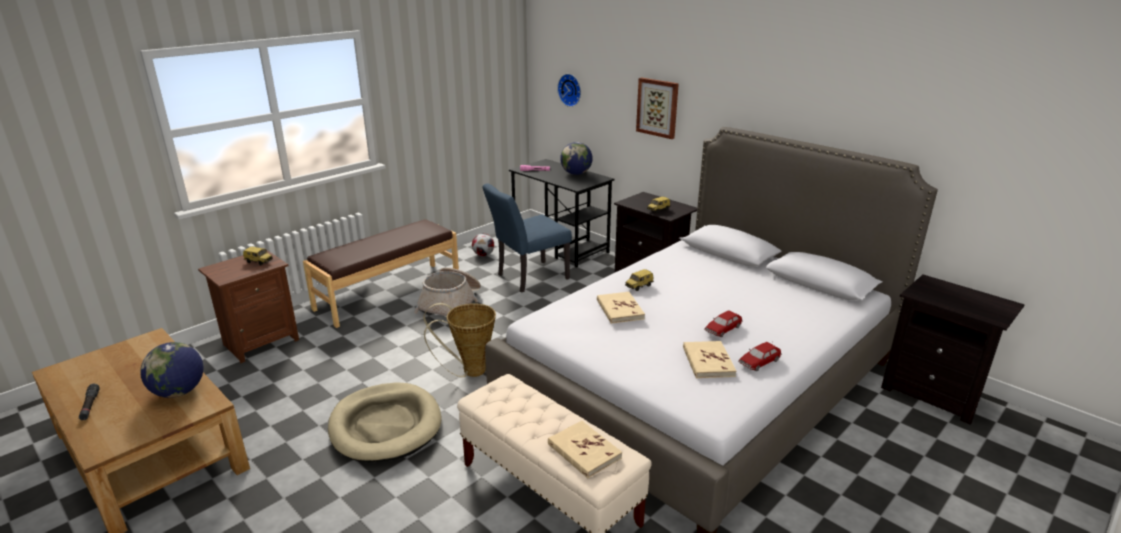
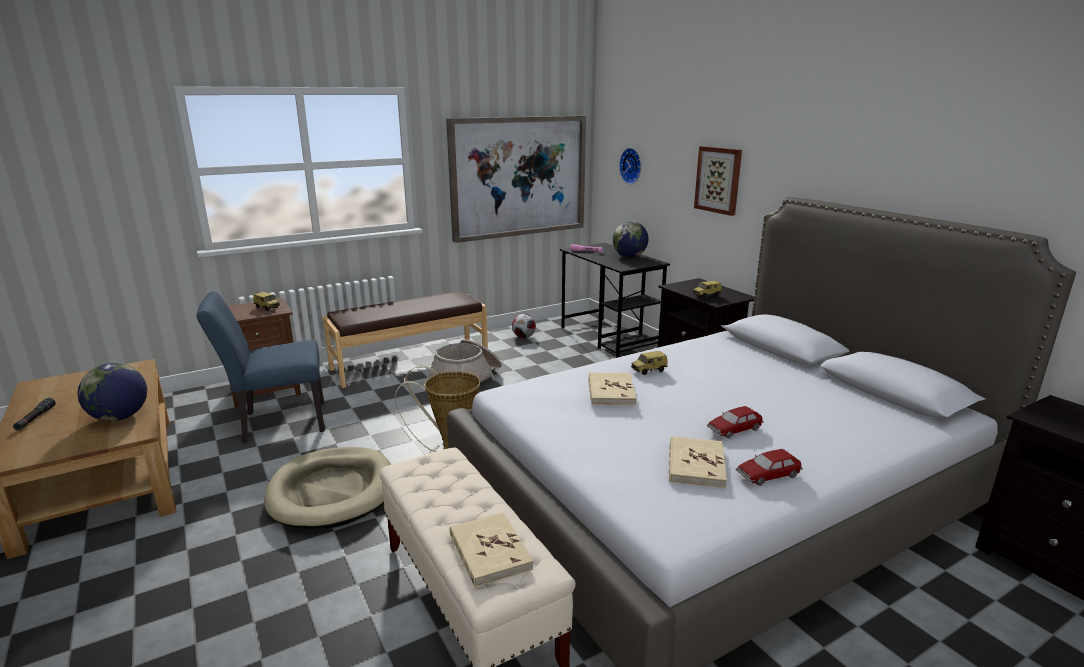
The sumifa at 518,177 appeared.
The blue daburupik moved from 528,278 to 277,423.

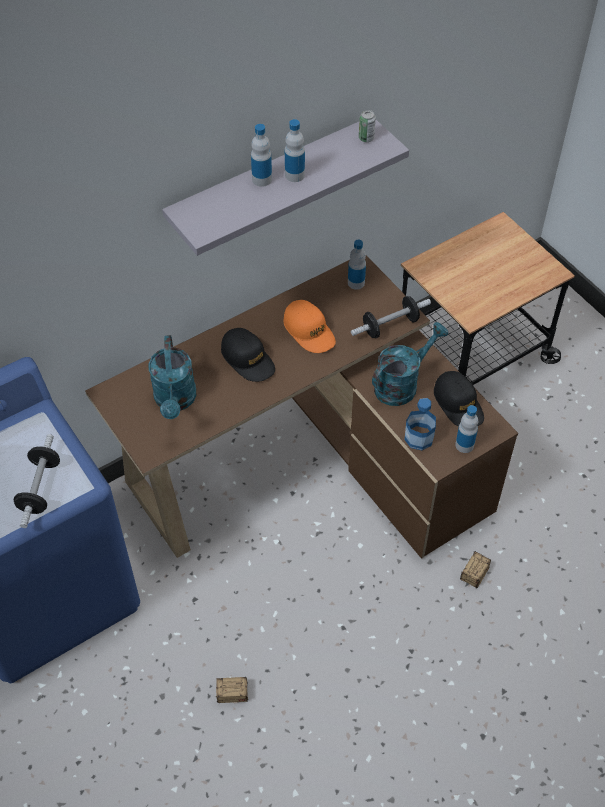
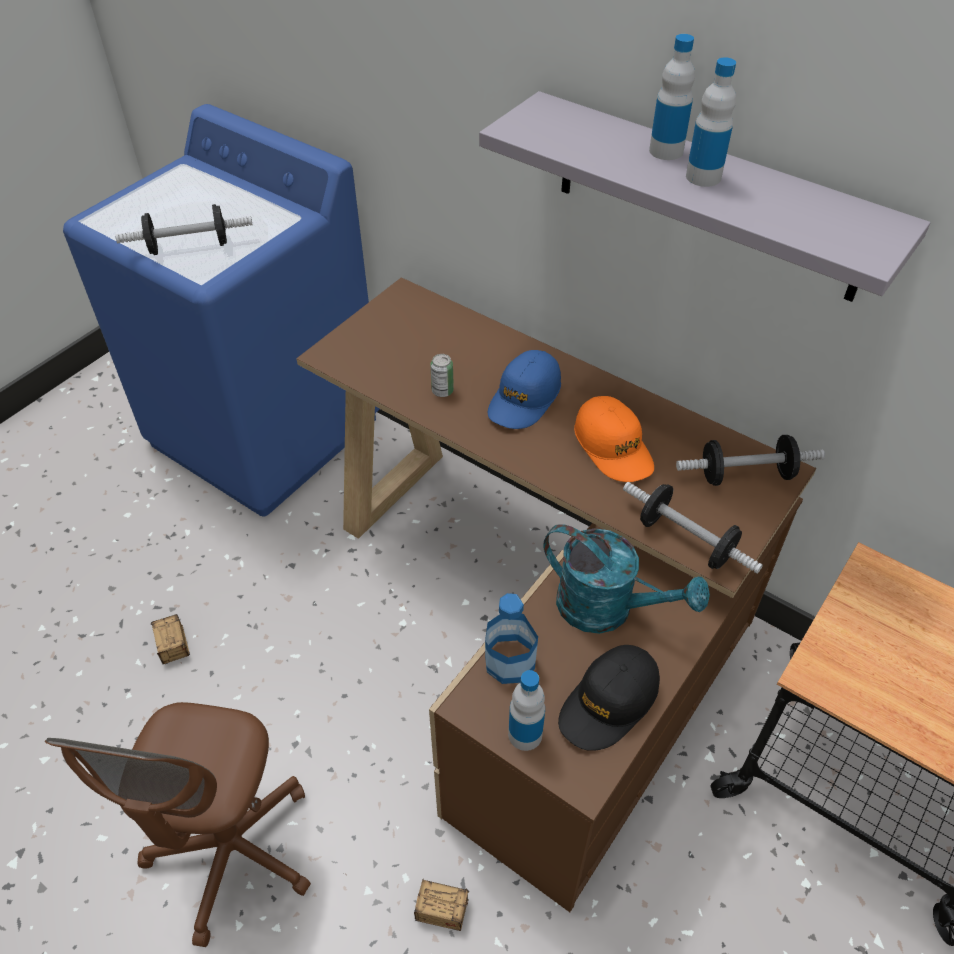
The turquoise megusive at 175,401 disappeared.
The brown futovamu at 232,852 appeared.
The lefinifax moved from 366,138 to 442,391.
The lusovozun at 356,283 was replaced by the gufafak at 745,475.
The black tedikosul at 248,359 became the blue tedikosul at 524,399.
The orange tedikosul at 309,331 turned 60 degrees counterclockwise.

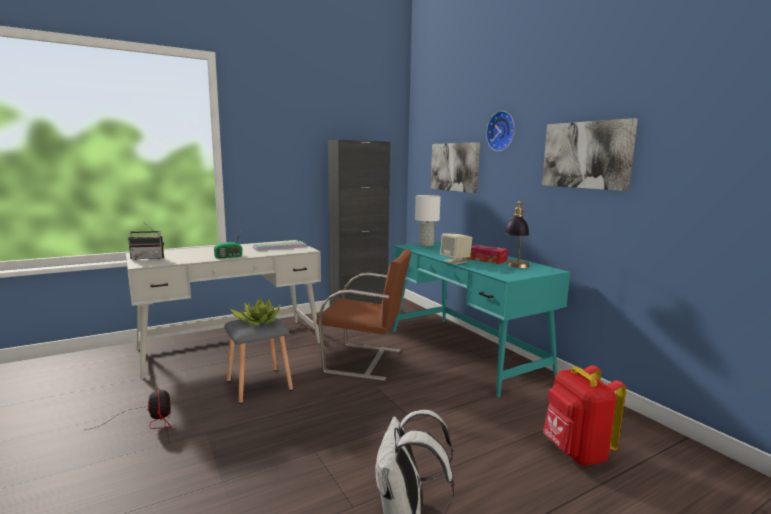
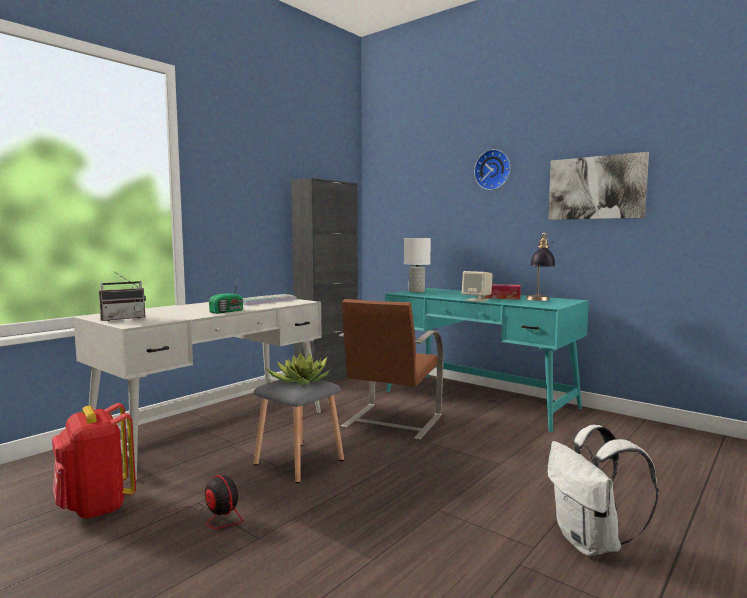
The sumifa at 455,167 disappeared.
The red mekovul moved from 576,453 to 96,507.
The brown daburupik at 365,361 turned 120 degrees clockwise.

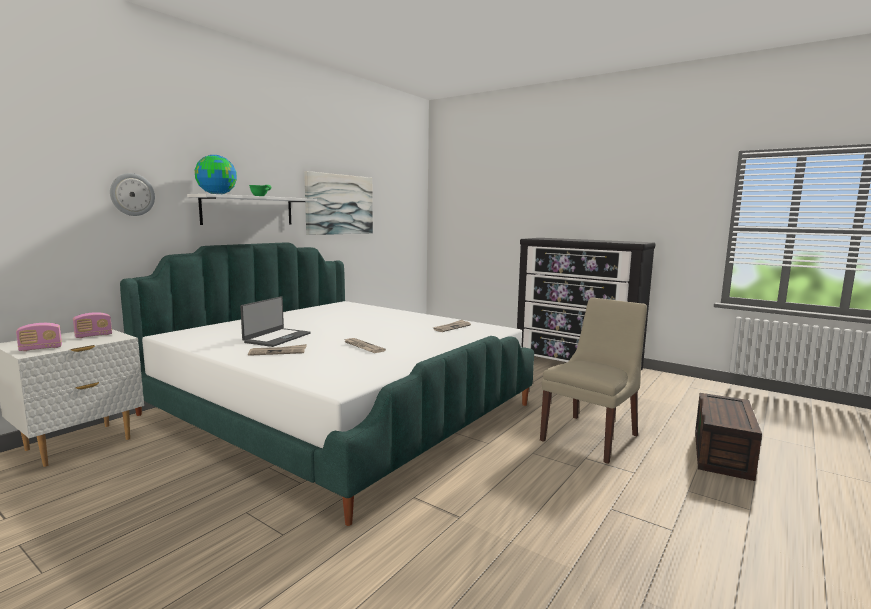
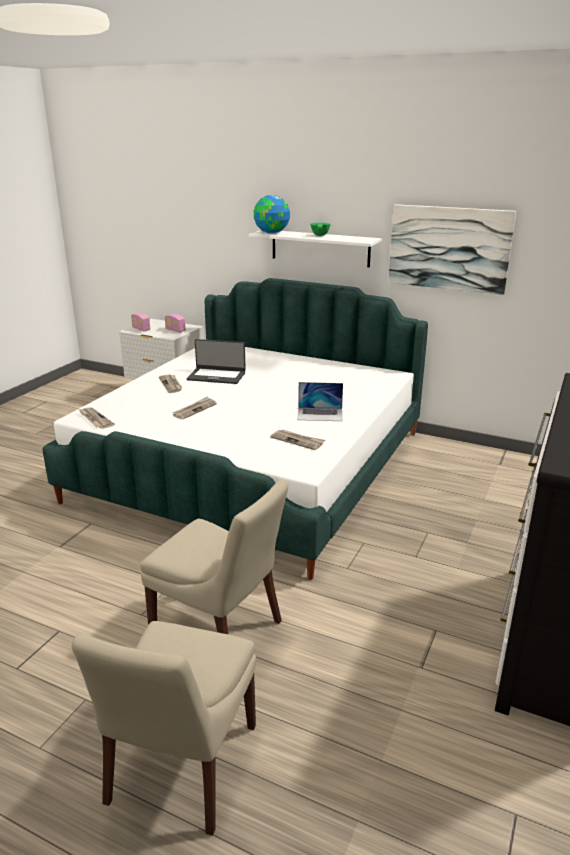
The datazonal at 132,194 disappeared.
The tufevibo at 95,419 appeared.
The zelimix at 320,414 appeared.
The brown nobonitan at 723,455 was replaced by the beige daburupik at 180,768.

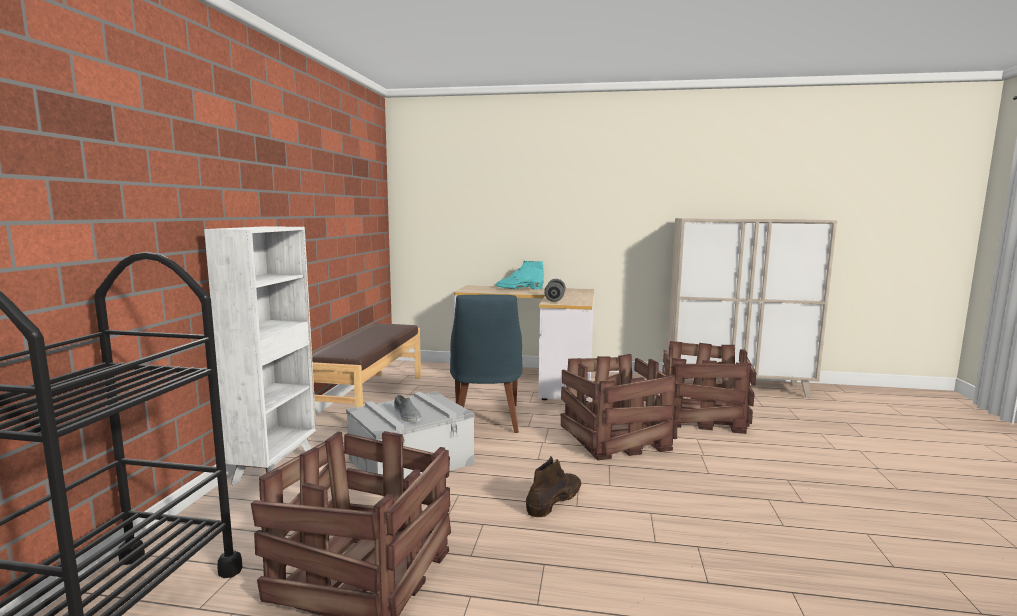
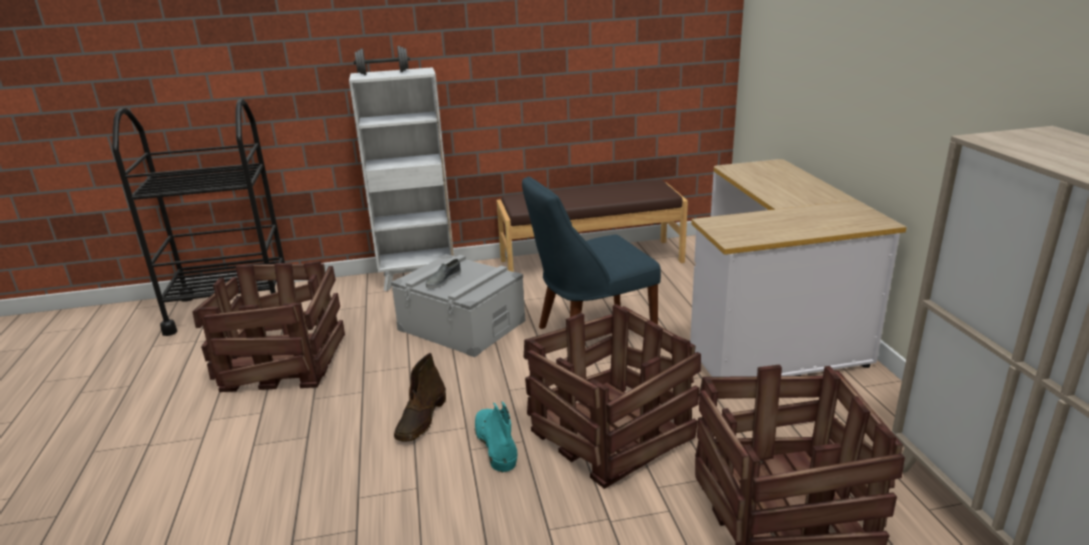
The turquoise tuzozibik moved from 518,288 to 495,443.
The grey gufafak moved from 555,299 to 383,73.
The brown tuzozibik at 554,499 turned 90 degrees clockwise.

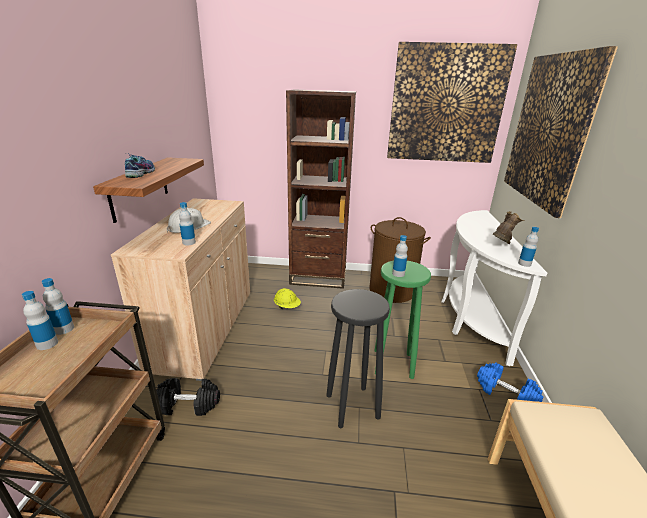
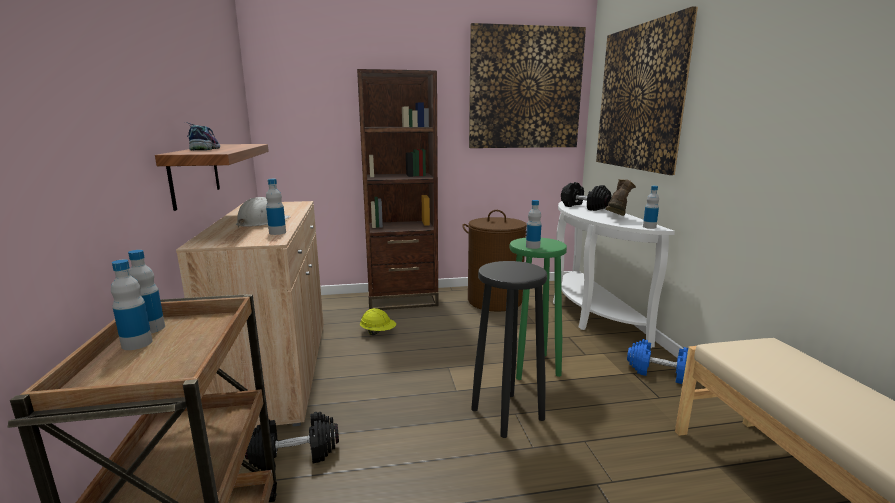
The black gufafak at 584,207 appeared.

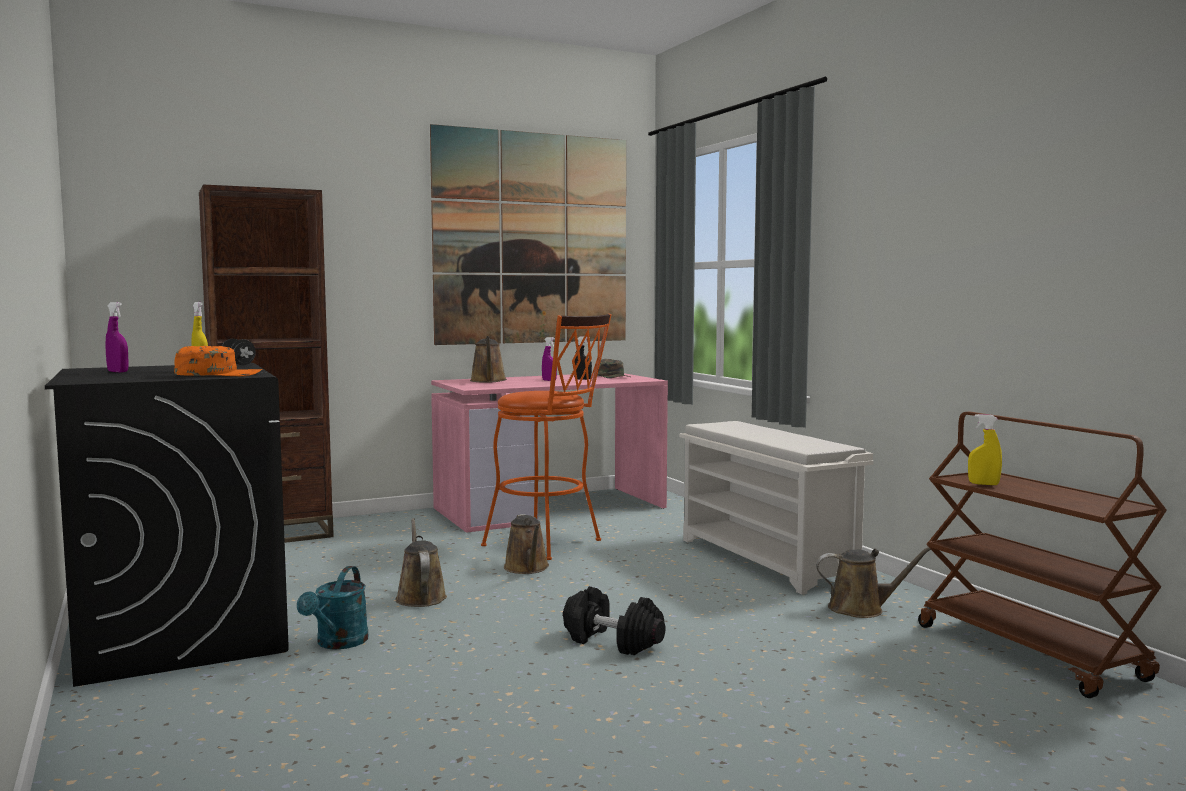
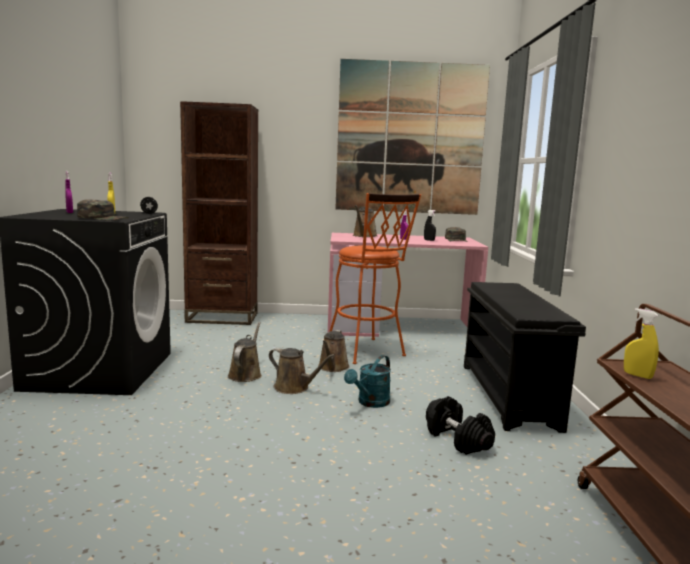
The turquoise megusive moved from 338,643 to 370,403.
The black gufafak moved from 612,641 to 457,439.
The brown megusive moved from 861,609 to 294,388.
The orange tedikosul at 219,374 became the green tedikosul at 103,218.
The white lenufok at 767,560 became the black lenufok at 509,395.

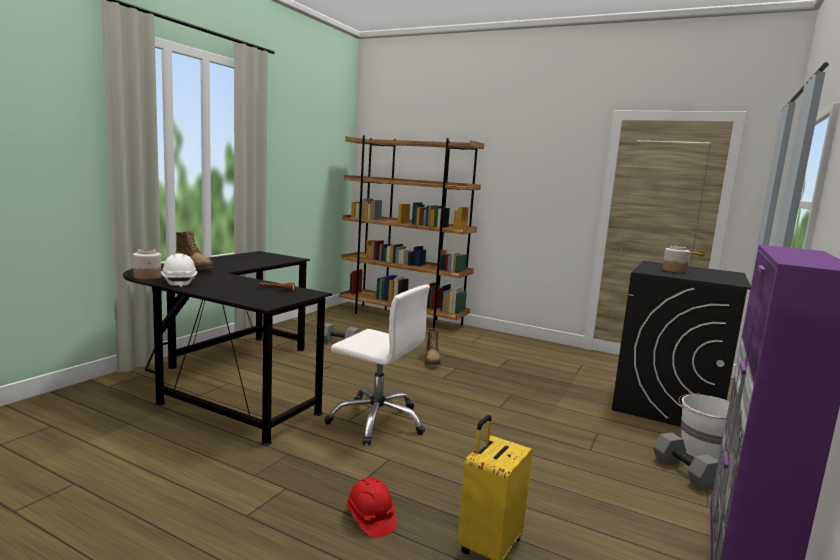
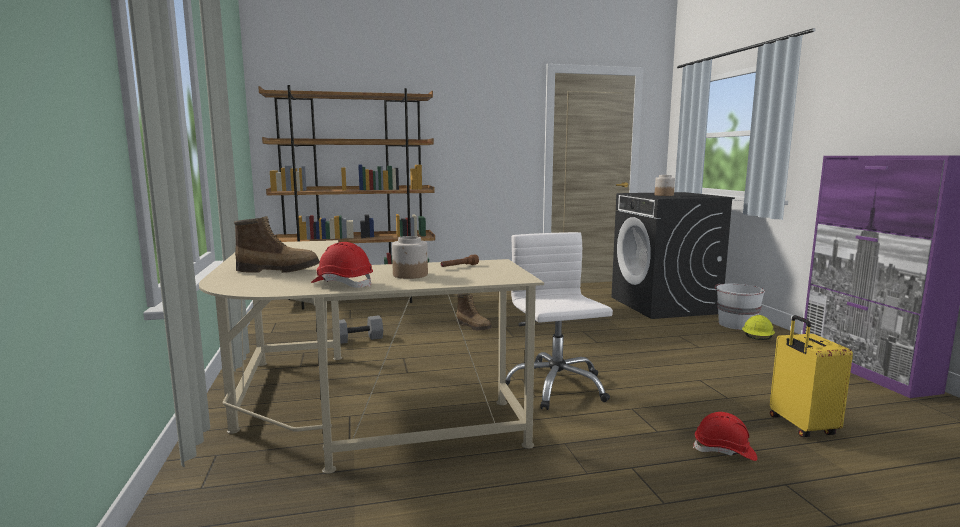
The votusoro moved from 148,277 to 410,275.
The grey gufafak at 685,472 was replaced by the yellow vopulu at 757,339.
The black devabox at 229,381 became the beige devabox at 344,414.
The white vopulu at 180,282 became the red vopulu at 343,284.
The white futovamu at 377,421 turned 90 degrees counterclockwise.

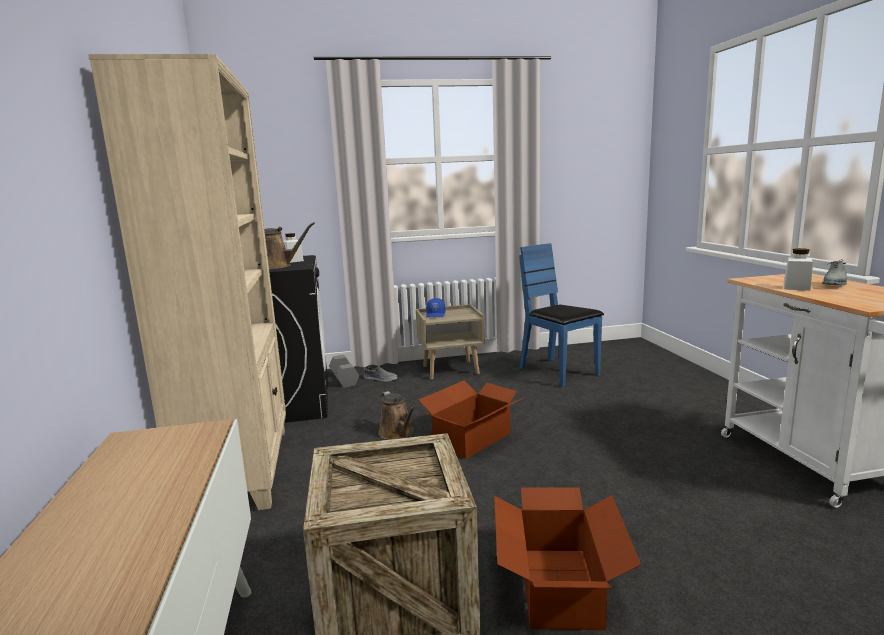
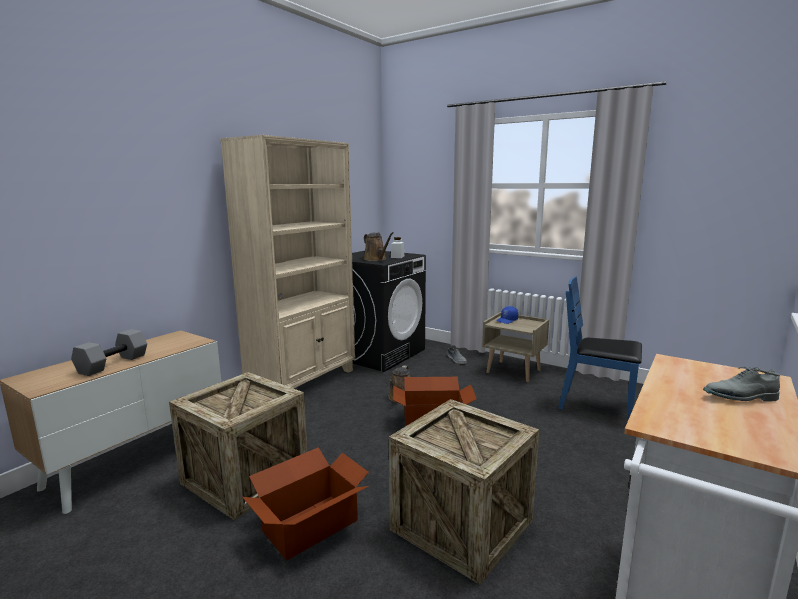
The white votusoro at 796,287 disappeared.
The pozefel at 462,525 appeared.
The grey gufafak moved from 343,380 to 112,363.
The blue daburupik at 558,372 turned 75 degrees counterclockwise.

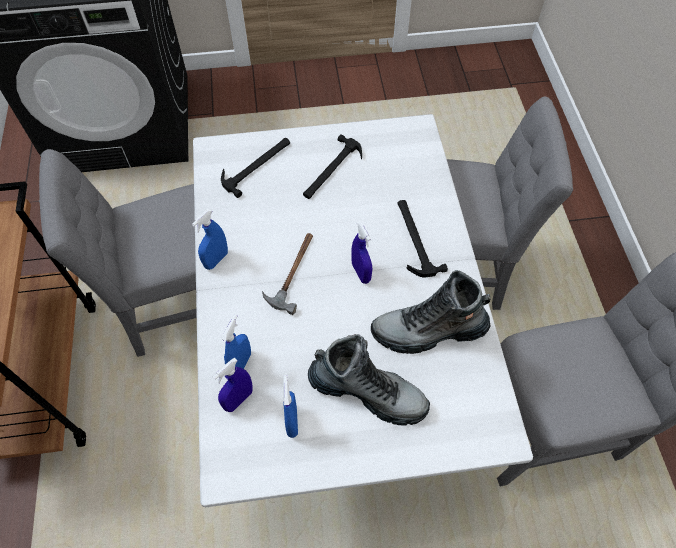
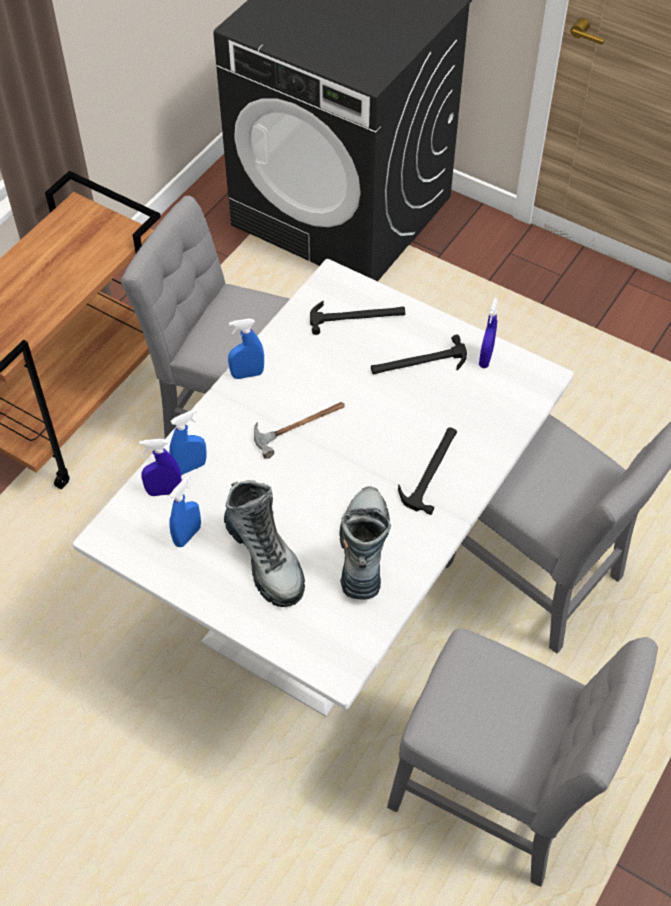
The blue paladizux moved from 361,272 to 486,358.
The tuzozibik at 428,331 turned 60 degrees clockwise.

